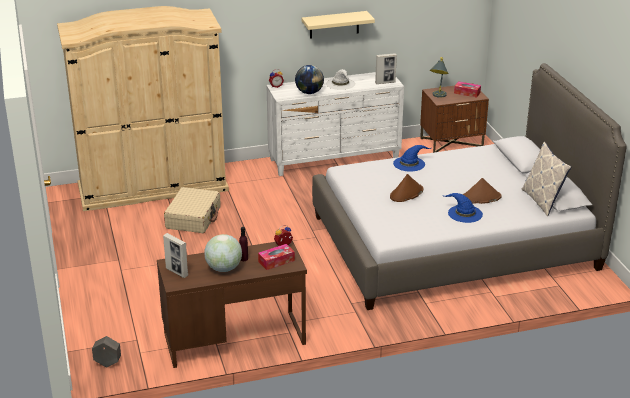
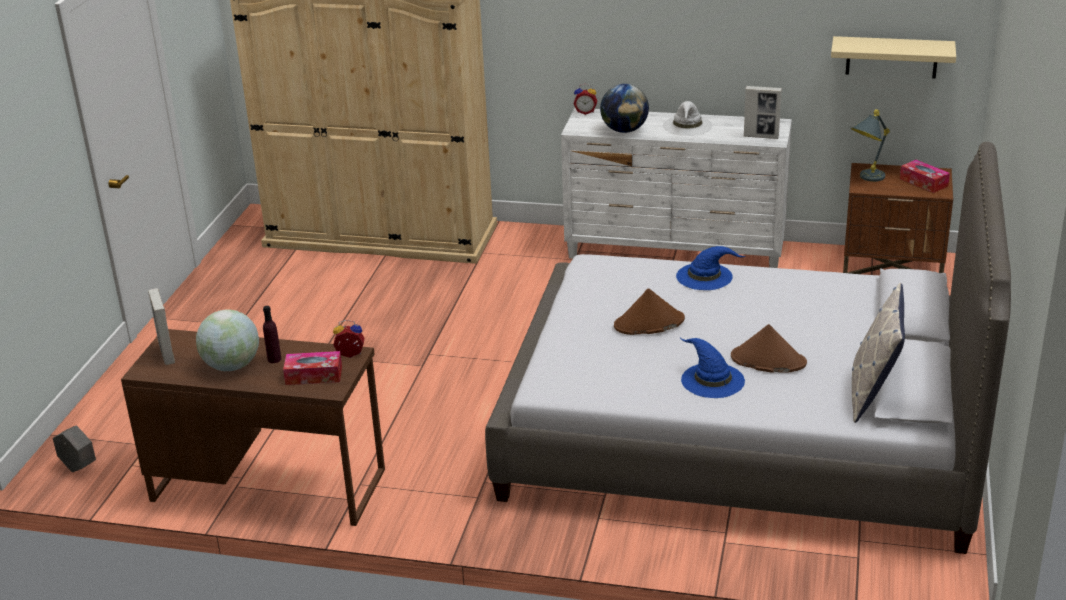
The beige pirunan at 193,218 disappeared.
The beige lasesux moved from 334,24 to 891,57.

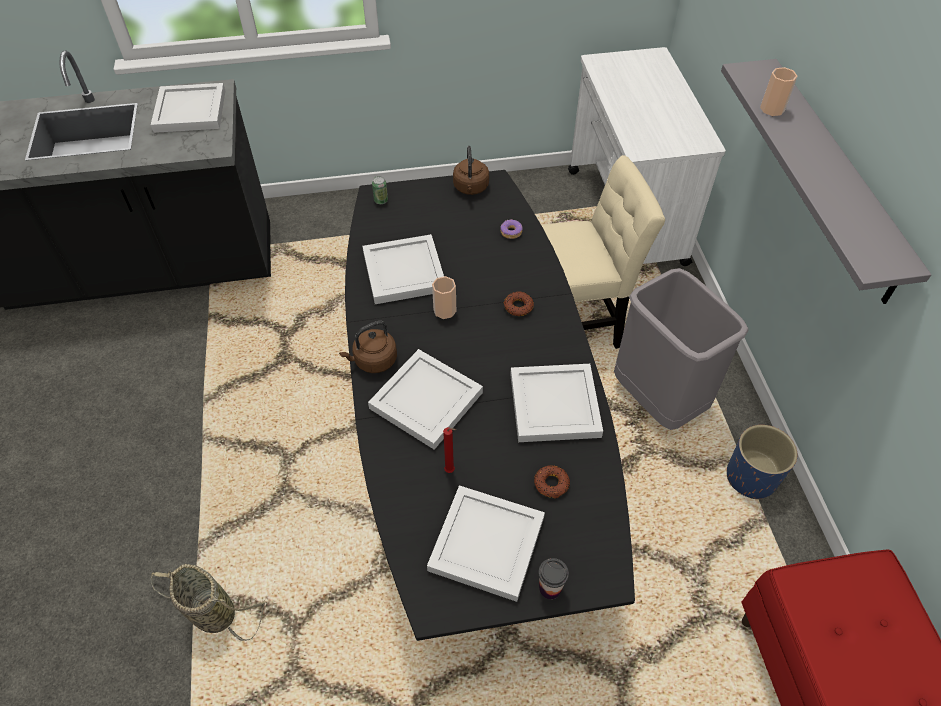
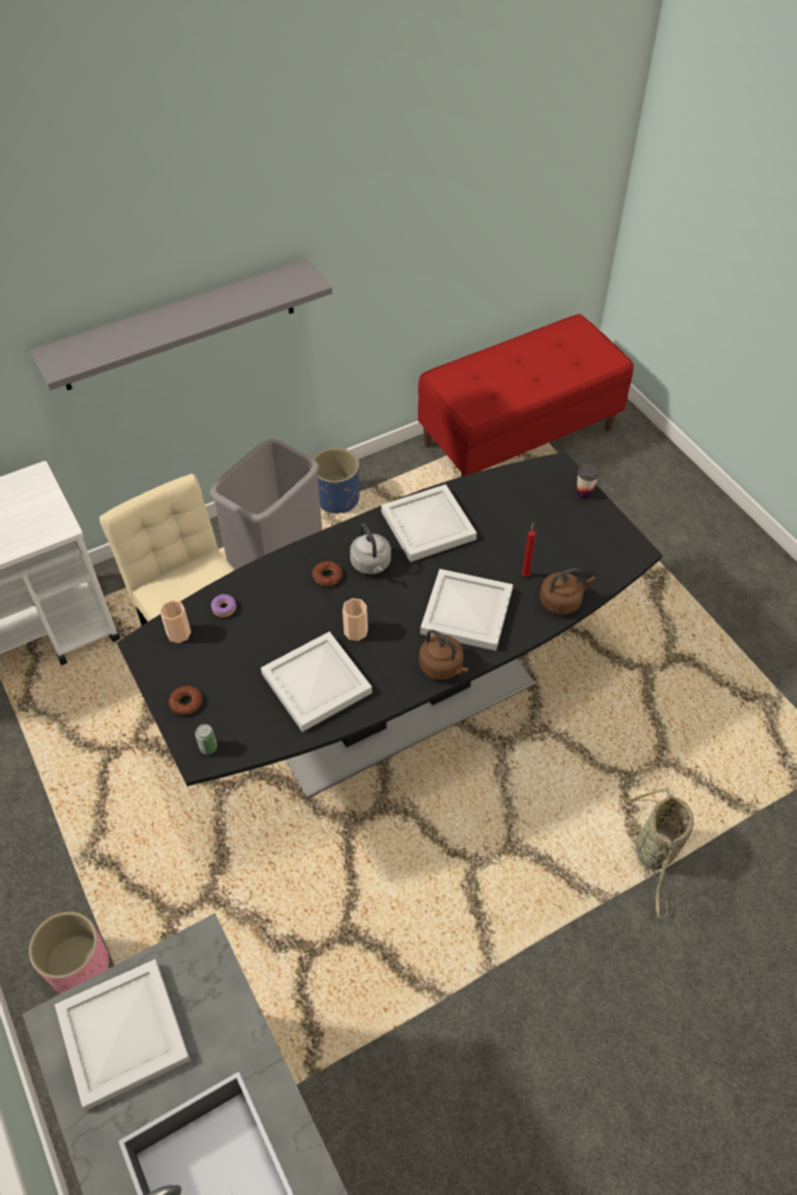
The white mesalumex at 484,545 disappeared.
The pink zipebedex at 80,967 appeared.
The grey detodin at 371,564 appeared.
The brown detodin moved from 471,188 to 562,601.
The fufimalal moved from 551,484 to 186,702.
The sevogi moved from 772,109 to 179,633.

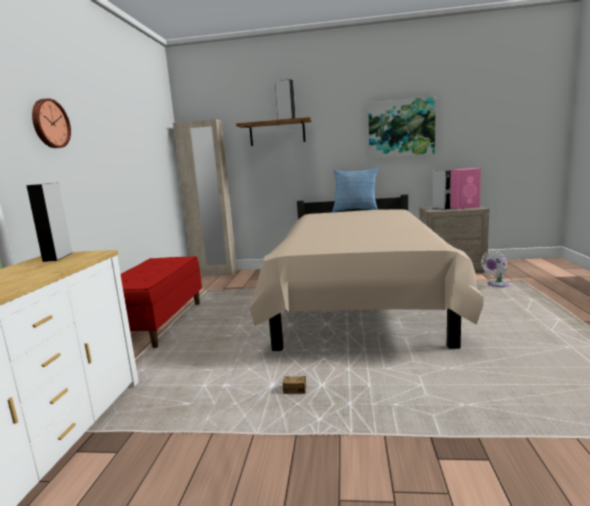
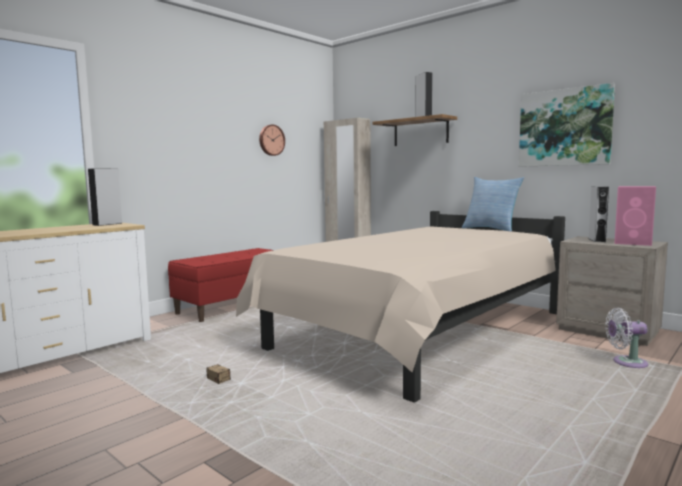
The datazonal moved from 49,124 to 271,140.

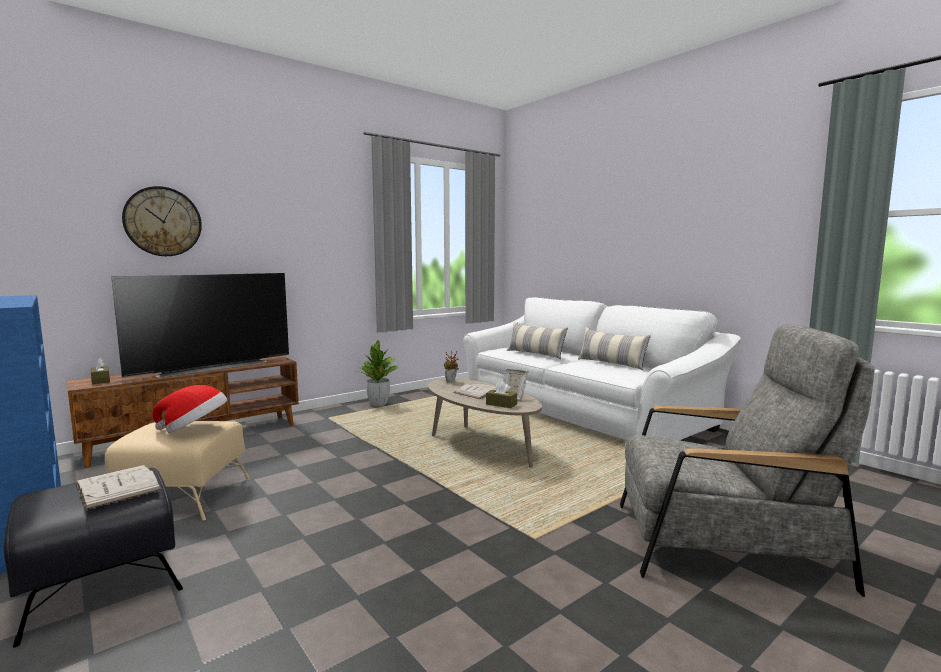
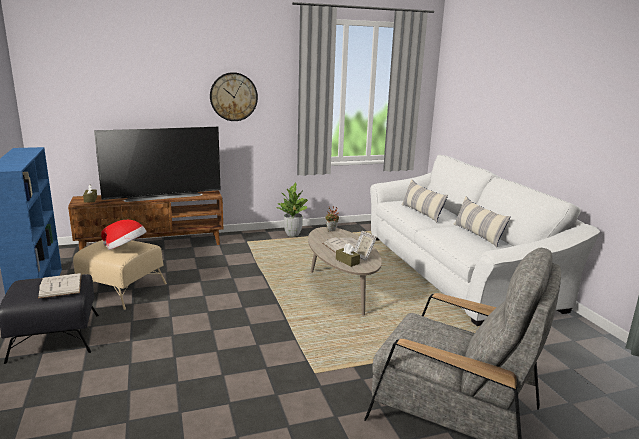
The datazonal moved from 163,221 to 233,97.

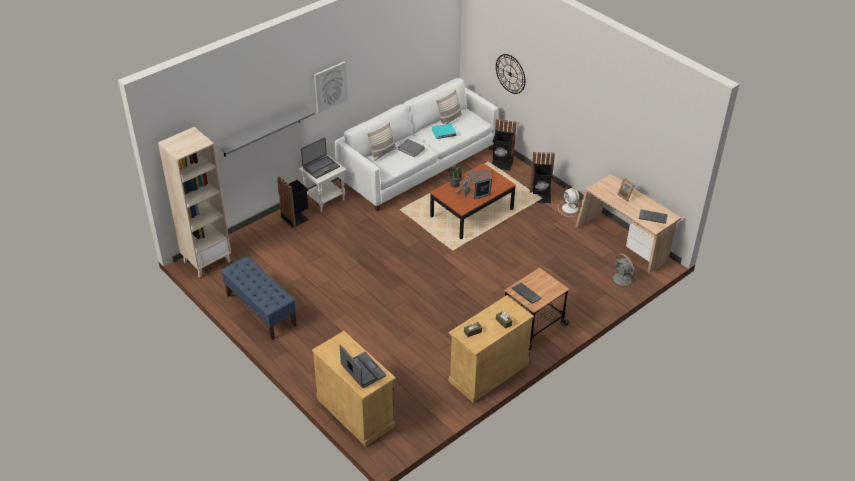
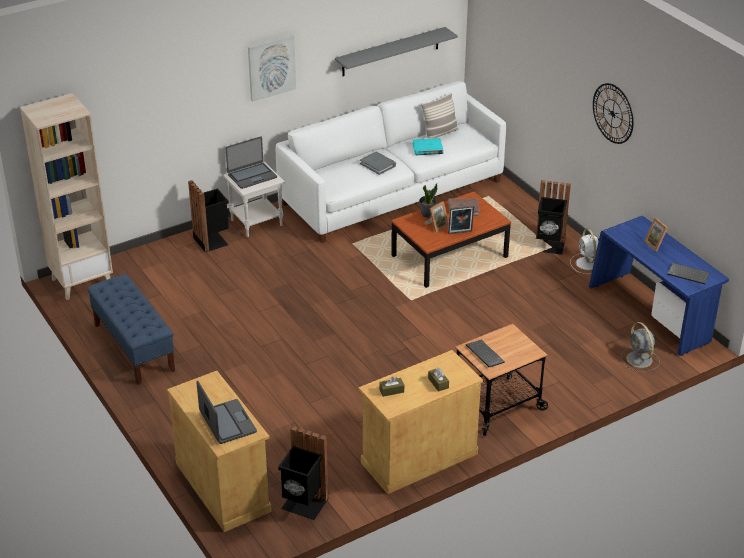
The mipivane at 382,153 disappeared.
The grey lasesux moved from 261,131 to 390,52.
The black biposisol moved from 501,164 to 304,505.
The datazonal moved from 510,74 to 613,113.
The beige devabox at 622,243 became the blue devabox at 651,314.

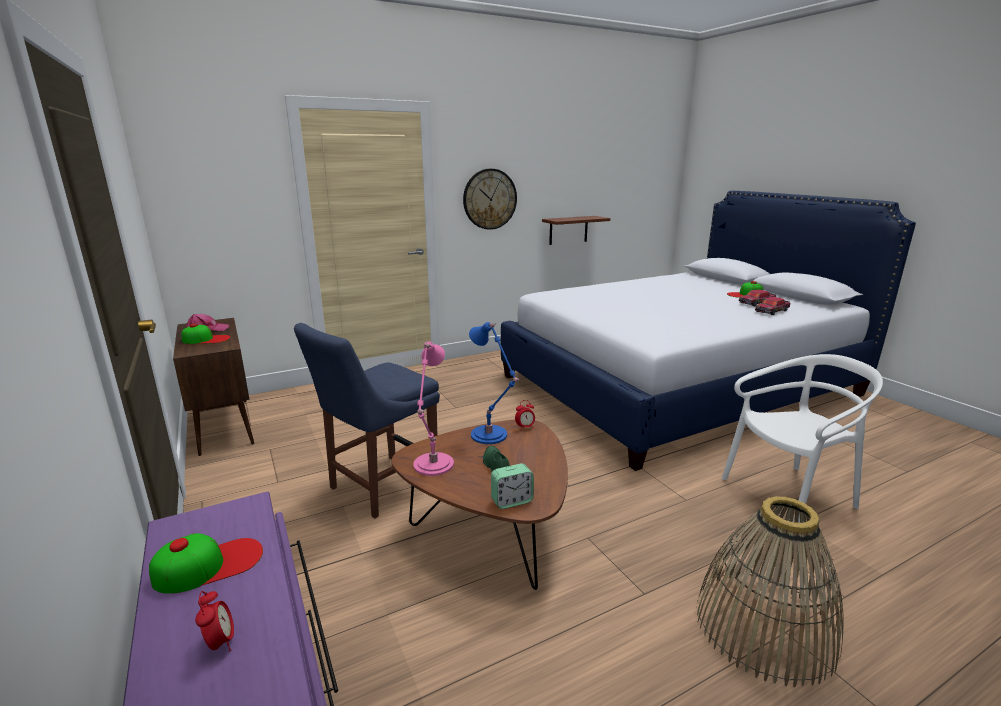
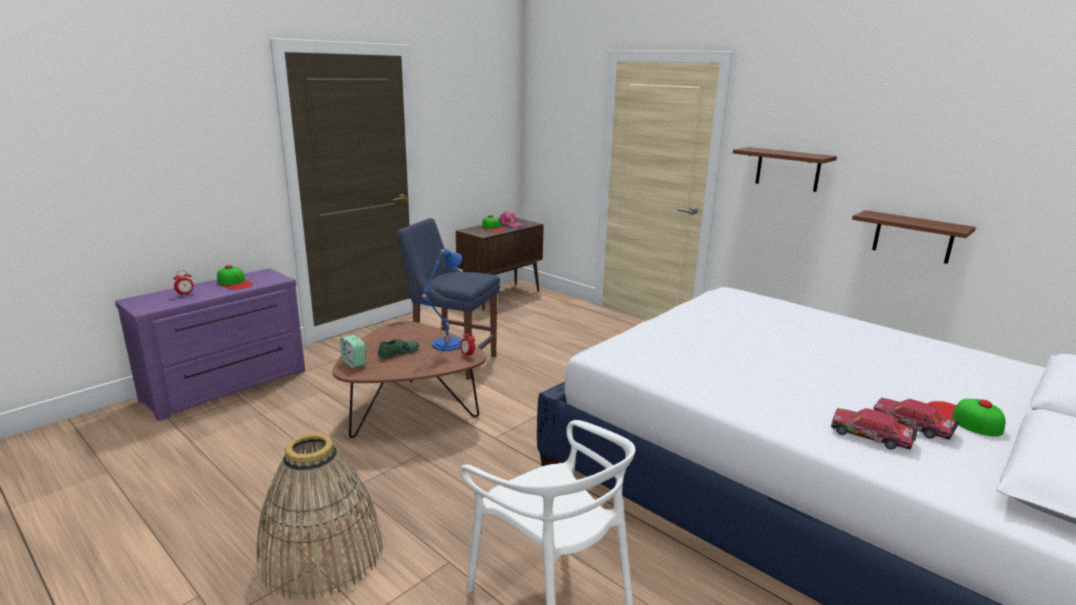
The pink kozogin at 432,466 disappeared.
The datazonal at 489,199 was replaced by the brown lasesux at 788,169.

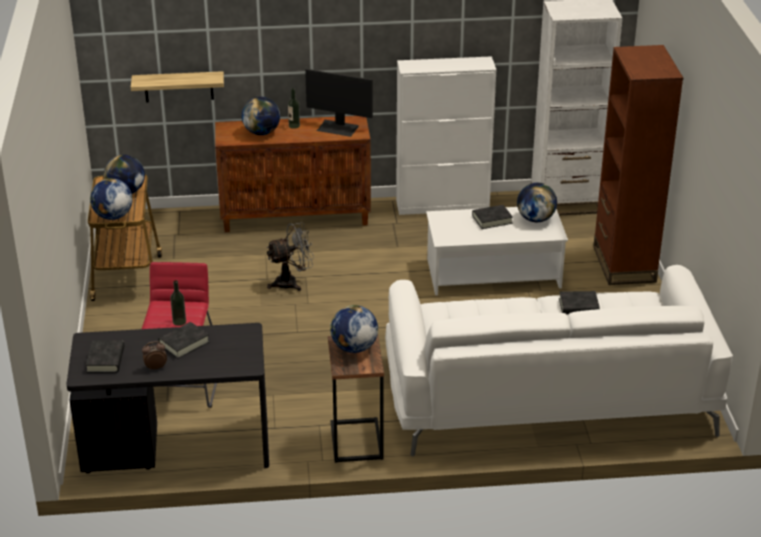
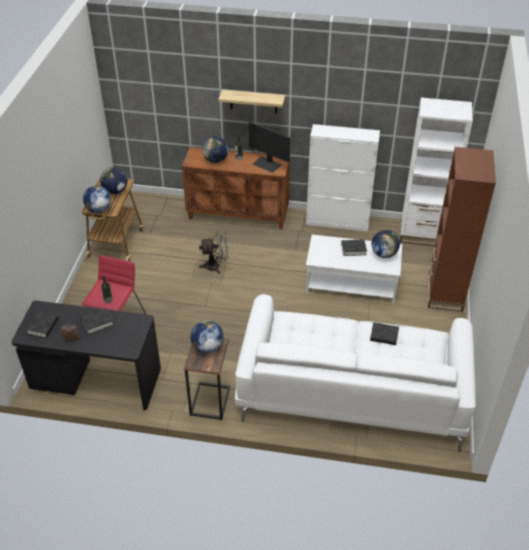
The lasesux moved from 178,87 to 253,101.

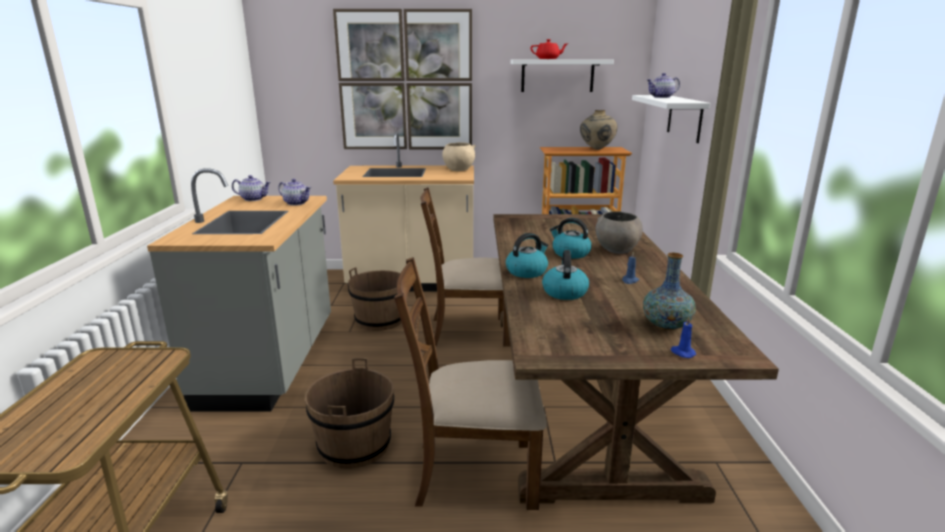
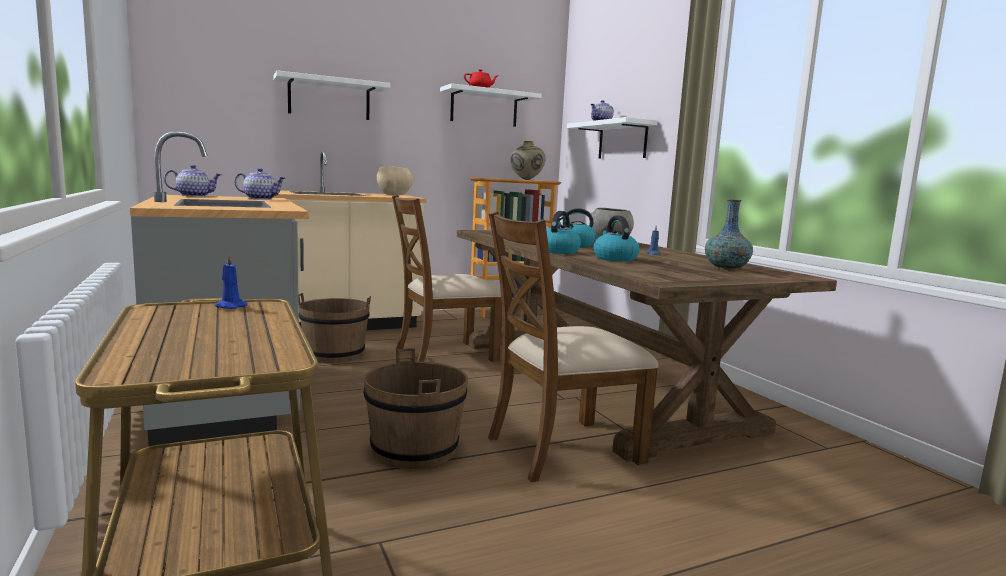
The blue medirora moved from 682,353 to 229,306.
The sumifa at 405,81 was replaced by the white lasesux at 329,99.

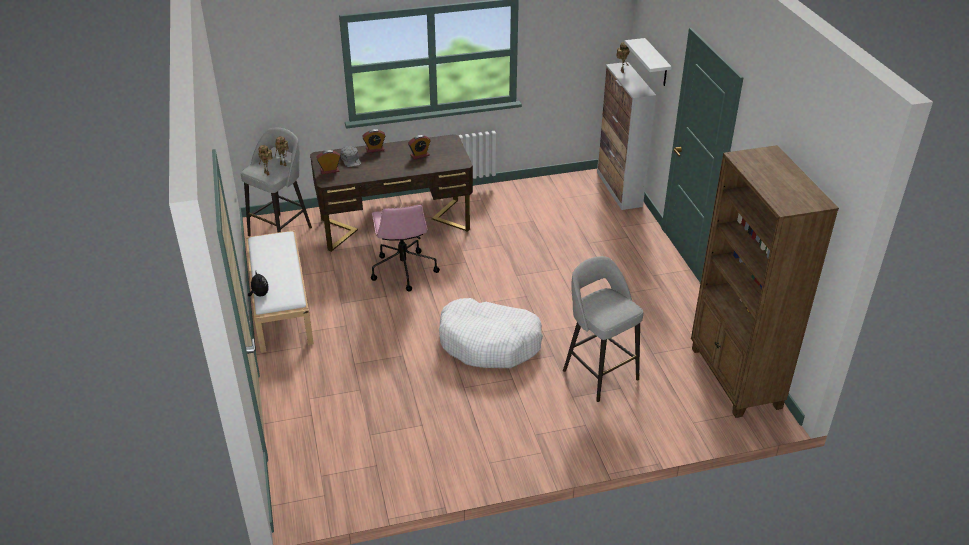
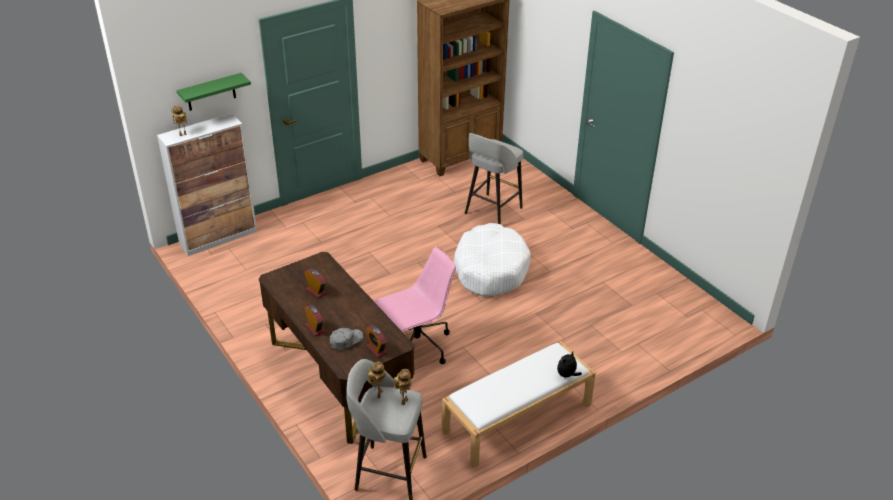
The white lasesux at 656,63 became the green lasesux at 211,92.

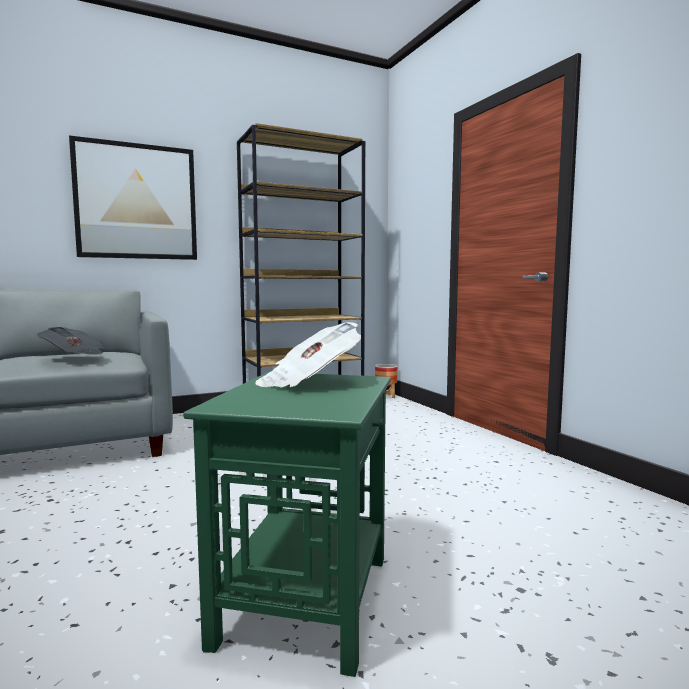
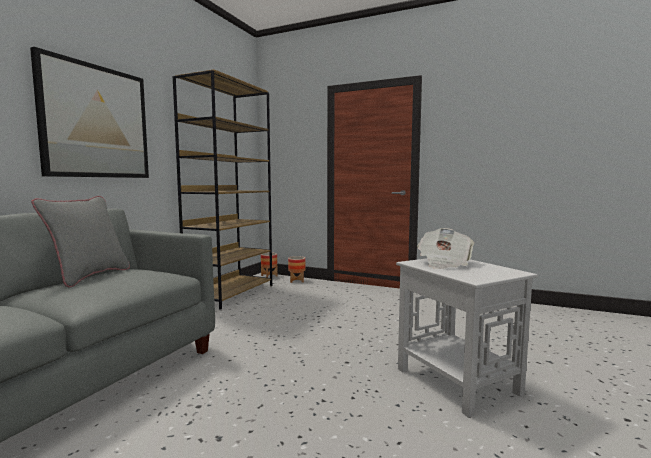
The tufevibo at 76,358 disappeared.
The grey mipivane at 89,277 appeared.
The zipebedex at 296,281 appeared.
The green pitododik at 306,597 became the white pitododik at 456,380.

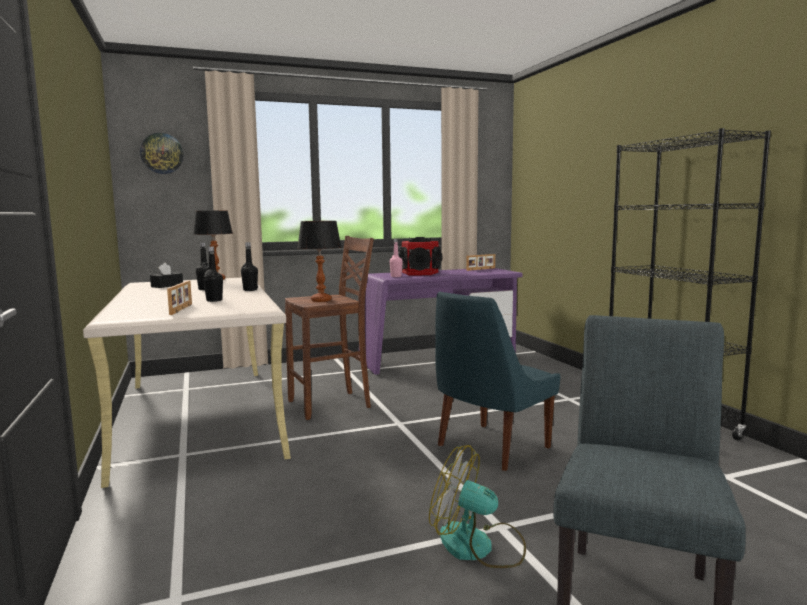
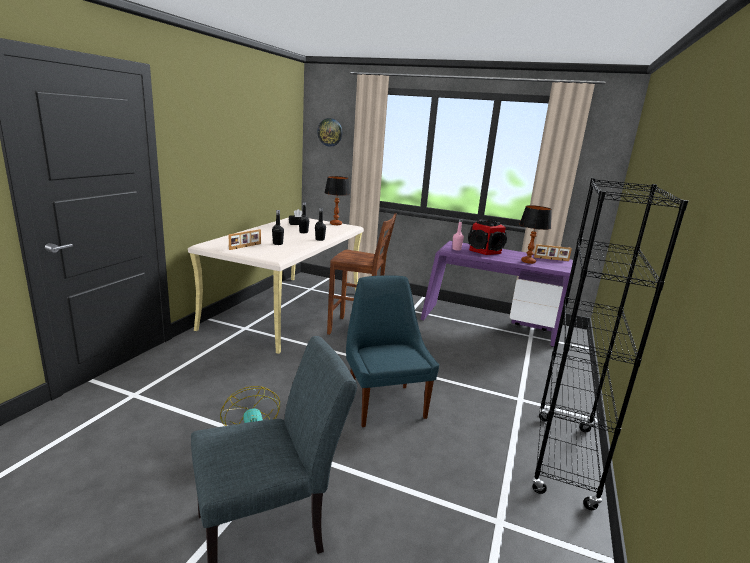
The kozogin moved from 321,300 to 528,261.
The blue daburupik at 490,448 turned 75 degrees clockwise.

